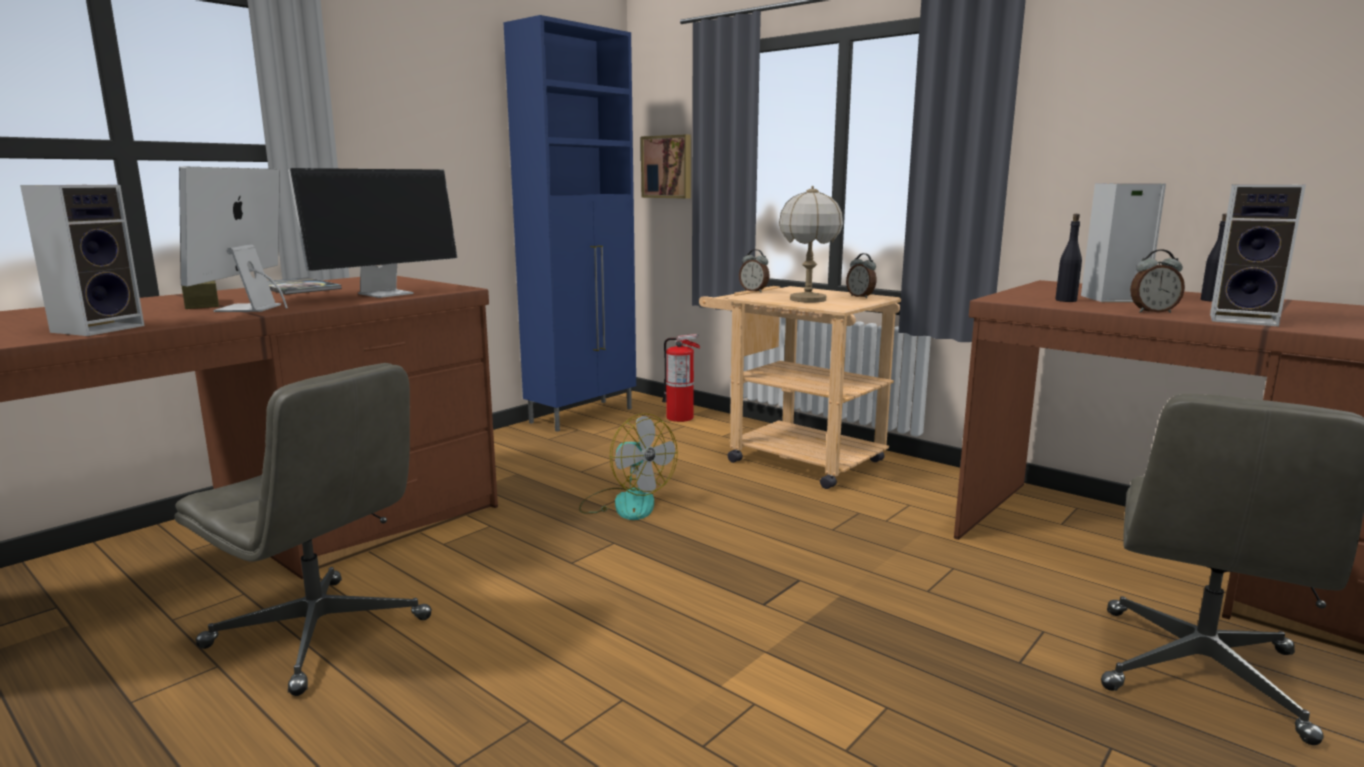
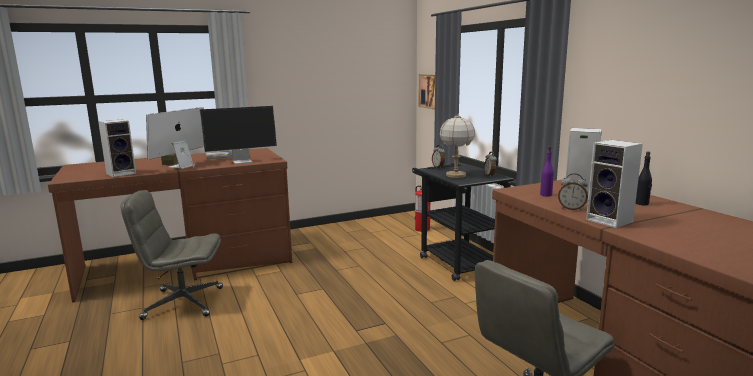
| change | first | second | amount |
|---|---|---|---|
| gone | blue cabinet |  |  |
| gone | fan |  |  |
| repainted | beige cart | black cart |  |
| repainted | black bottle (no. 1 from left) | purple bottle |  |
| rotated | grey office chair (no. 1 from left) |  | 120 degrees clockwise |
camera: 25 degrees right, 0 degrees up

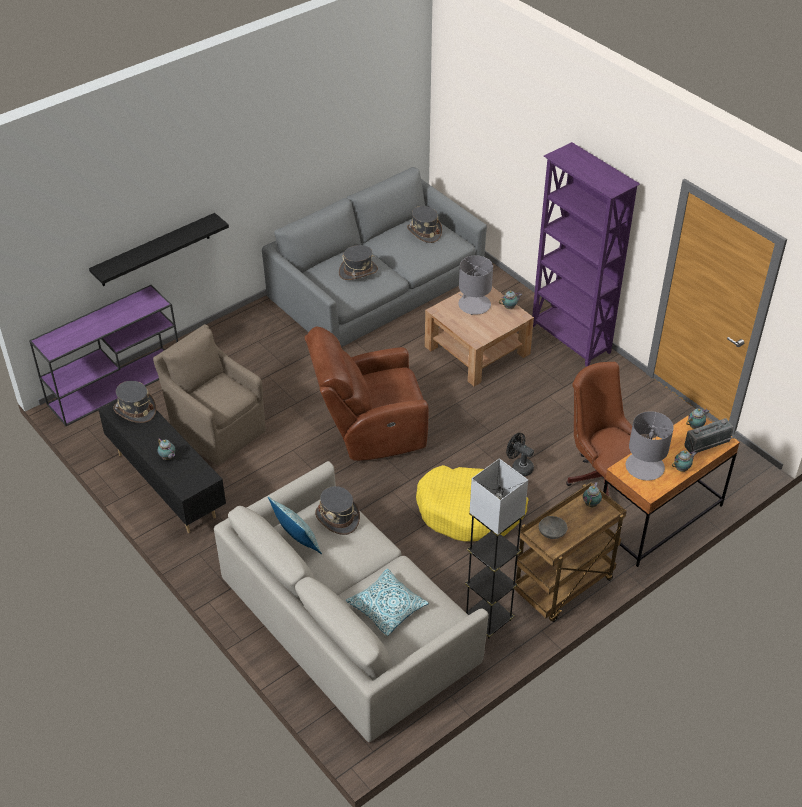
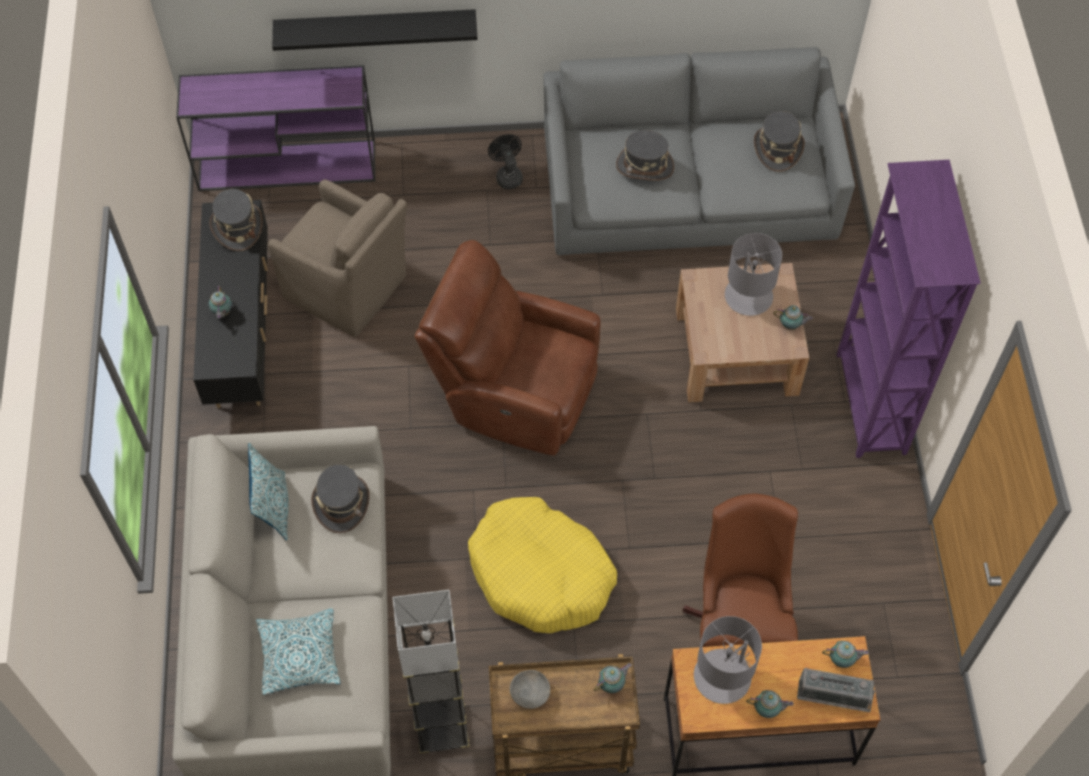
| change | first | second | amount |
|---|---|---|---|
| shifted | black fan |  |  |
| rotated | brown armchair (no. 1 from left) |  | 135 degrees clockwise |
camera: 35 degrees right, 15 degrees up

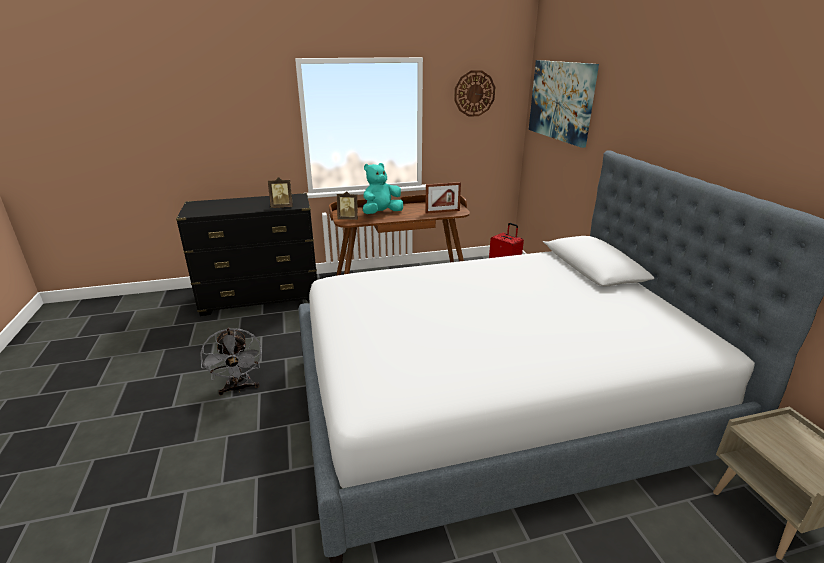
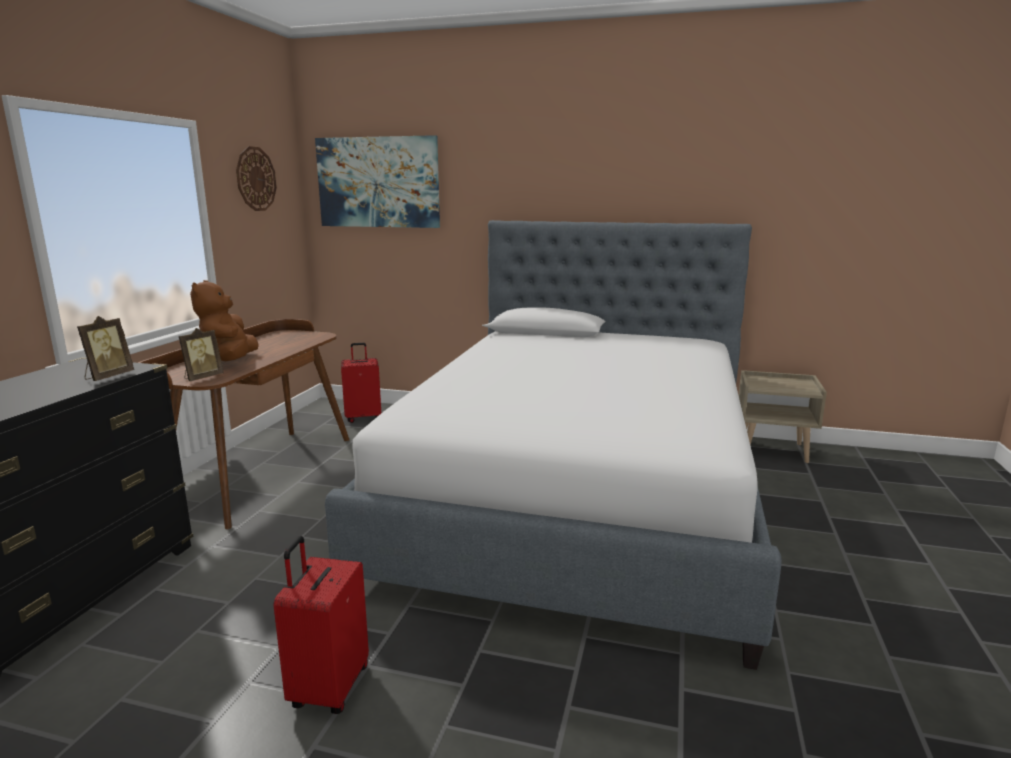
| change | first | second | amount |
|---|---|---|---|
| gone | picture frame (no. 3 from left) |  |  |
| swapped | grey fan | red suitcase (no. 1 from left) |  |
| repainted | turquoise plush toy | brown plush toy |  |
camera: 60 degrees left, 10 degrees down

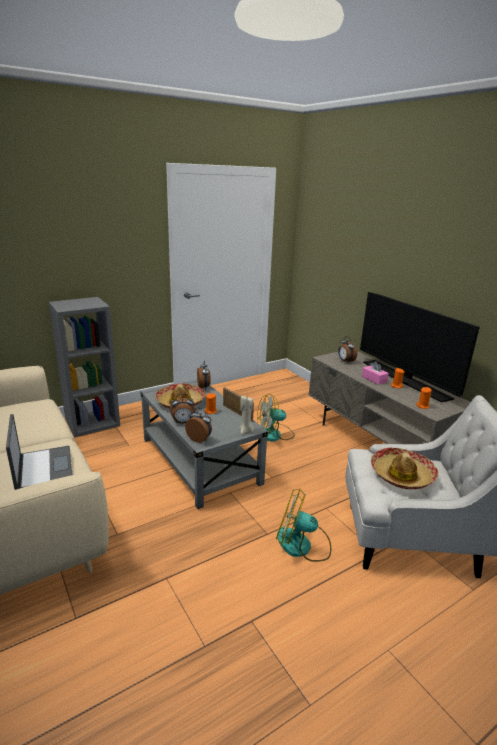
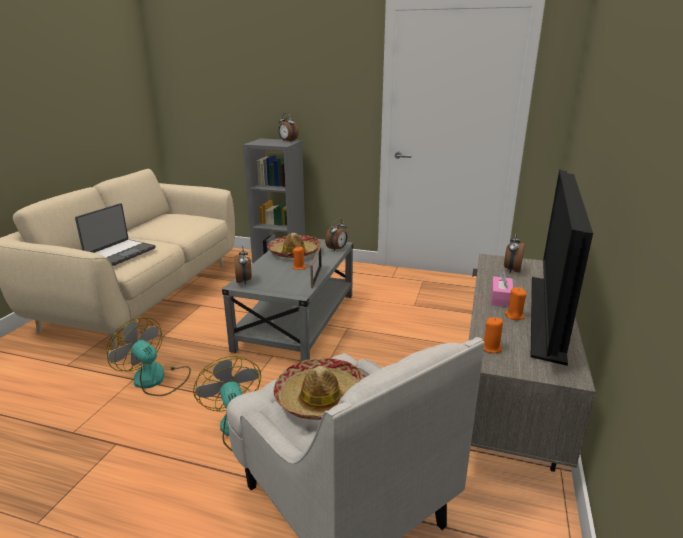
| change | first | second | amount |
|---|---|---|---|
| gone | beige candle |  |  |
| shifted | alarm clock (no. 1 from left in the first image) | alarm clock (no. 2 from left) |  |
| shifted | fan (no. 1 from left) |  |  |
camera: 50 degrees right, 0 degrees up

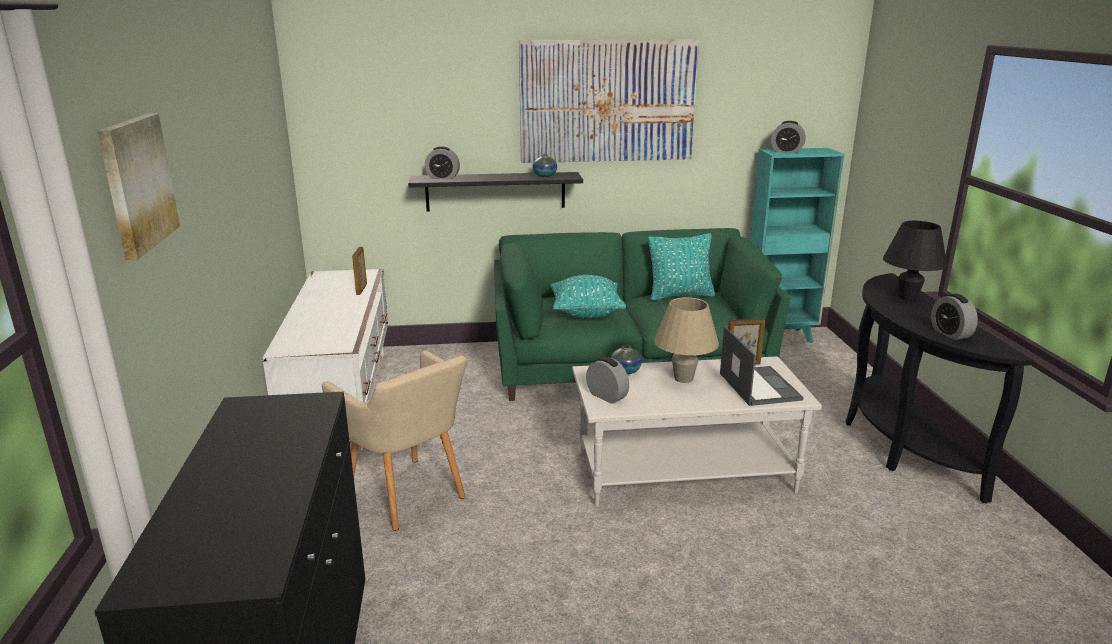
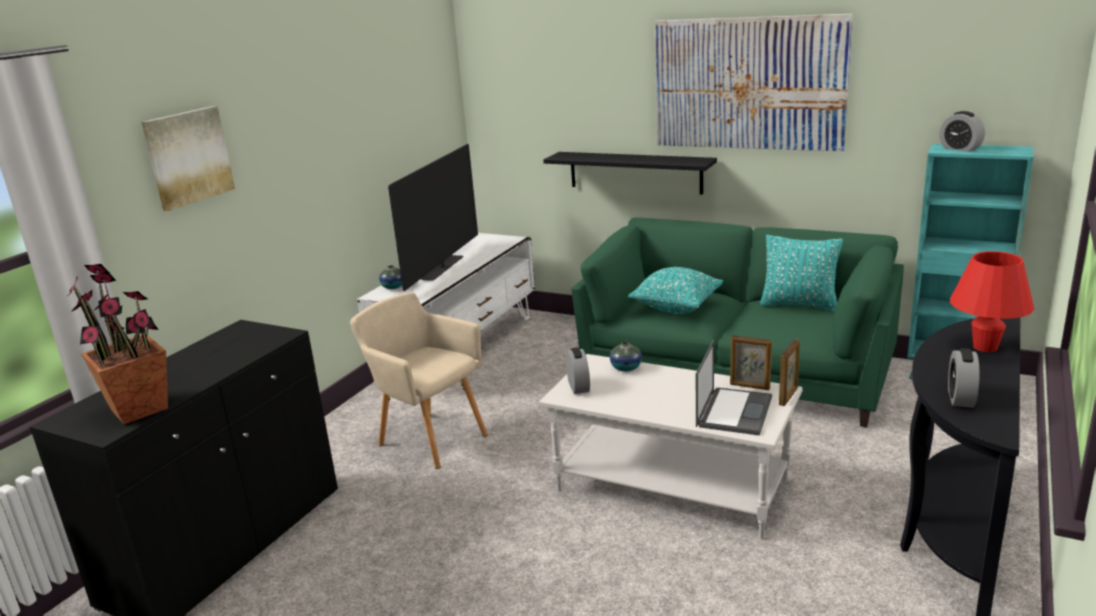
| change | first | second | amount |
|---|---|---|---|
| gone | alarm clock (no. 1 from left) |  |  |
| gone | beige table lamp |  |  |
| new |  | potted plant |  |
| new |  | television |  |
| shifted | picture frame (no. 1 from left in the first image) | picture frame (no. 2 from left) |  |
| shifted | vase (no. 1 from left) |  |  |
| repainted | black table lamp | red table lamp |  |
| rotated | beige armchair |  | 135 degrees clockwise |
camera: 35 degrees right, 0 degrees up

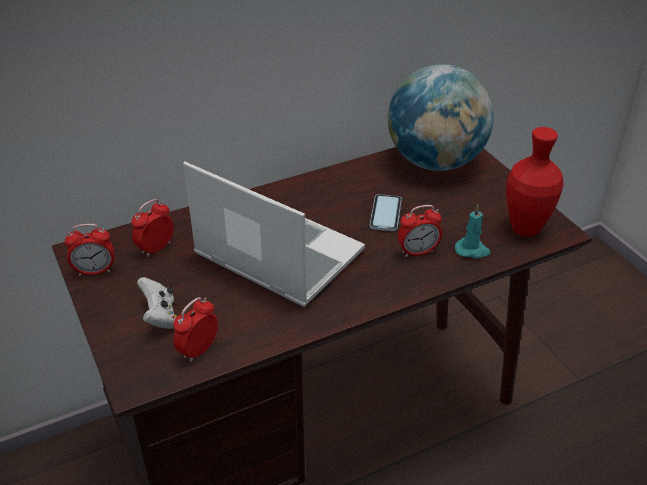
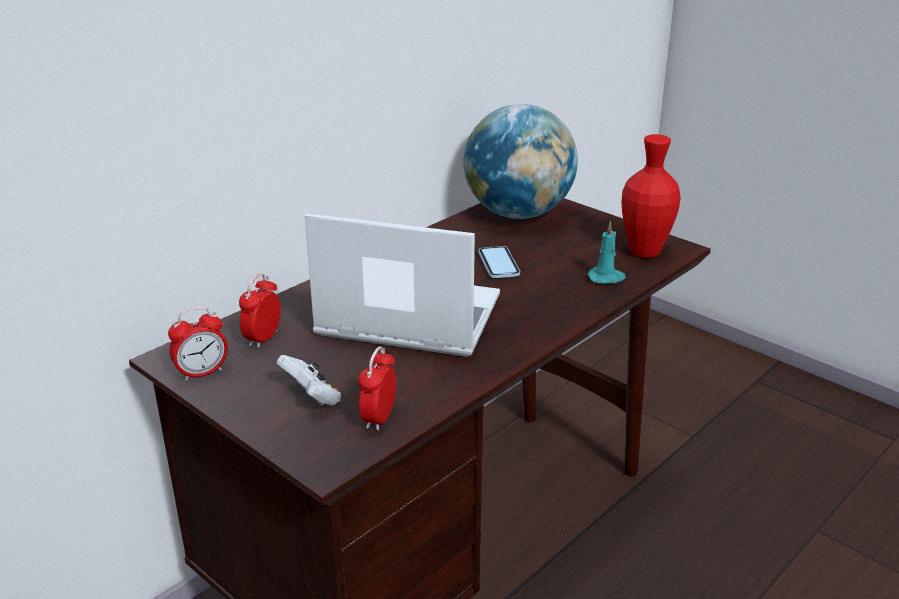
| change | first | second | amount |
|---|---|---|---|
| gone | alarm clock (no. 4 from left) |  |  |
camera: 20 degrees left, 10 degrees down

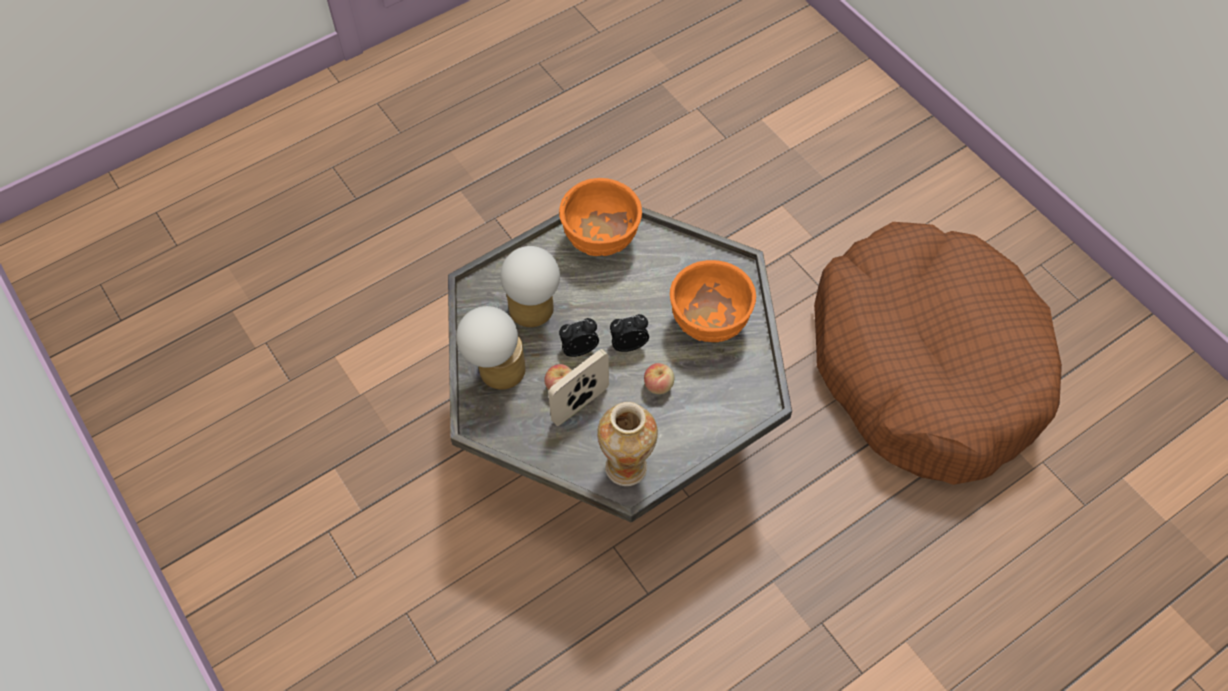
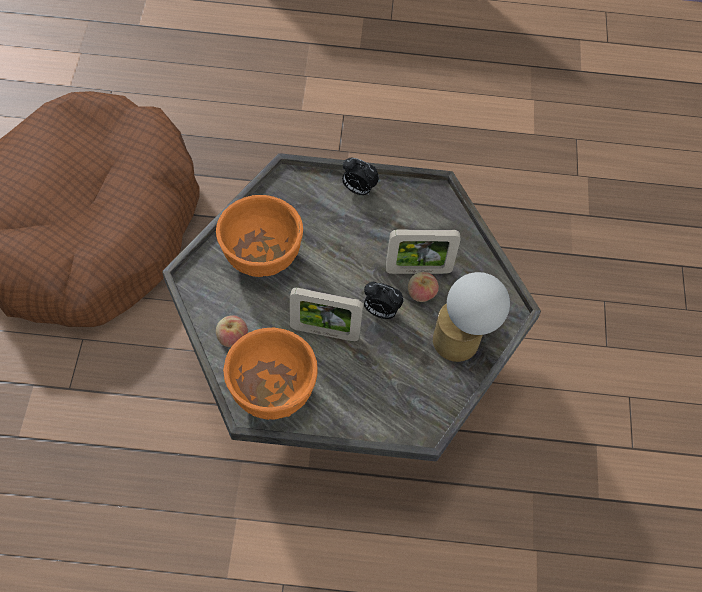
| change | first | second | amount |
|---|---|---|---|
| gone | table lamp (no. 2 from left) |  |  |
| gone | vase |  |  |
| new |  | picture frame (no. 1 from left) |  |
| shifted | alarm clock (no. 2 from left in the first image) | alarm clock (no. 1 from left) |  |
| shifted | apple (no. 2 from left in the first image) | apple (no. 1 from left) |  |
camera: 145 degrees left, 0 degrees up

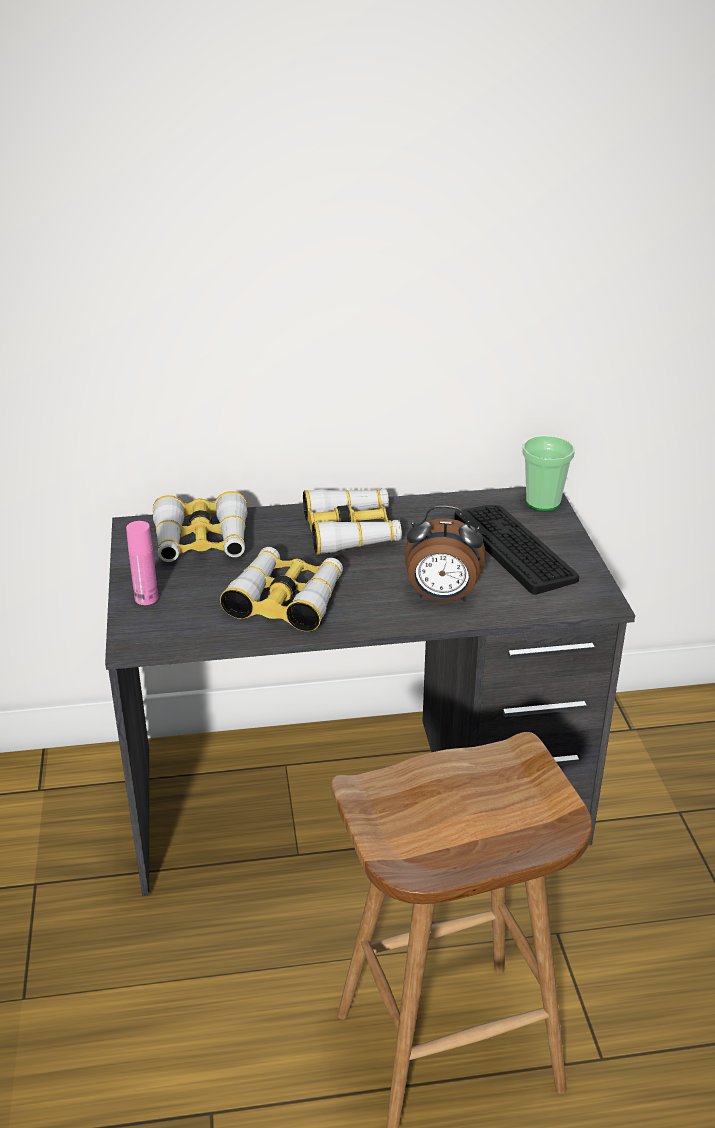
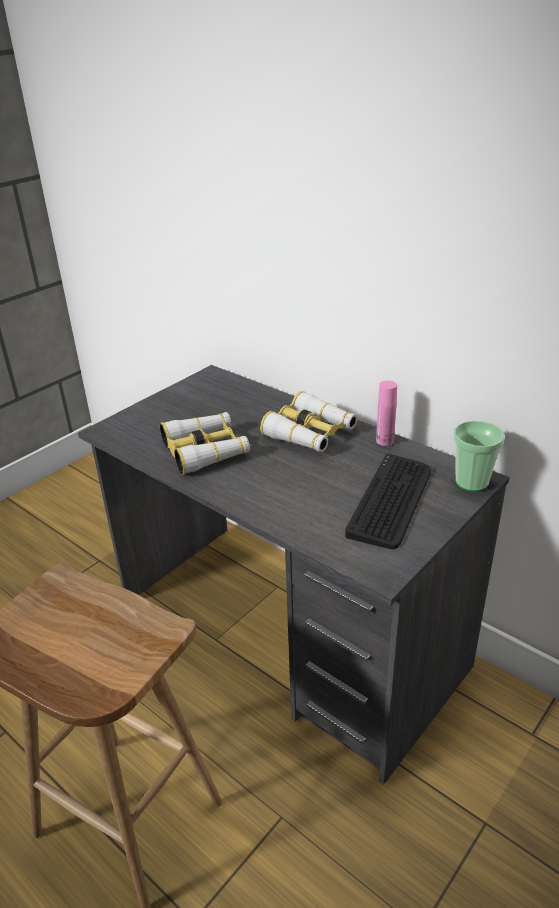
| change | first | second | amount |
|---|---|---|---|
| gone | binoculars (no. 1 from left) |  |  |
| gone | alarm clock |  |  |
| shifted | pink bottle |  |  |
camera: 50 degrees right, 0 degrees up

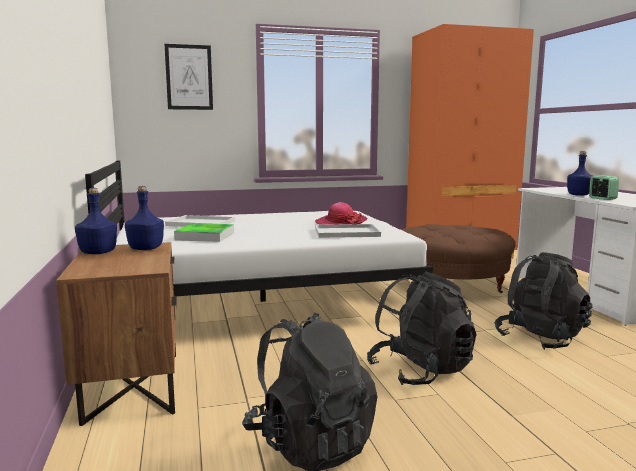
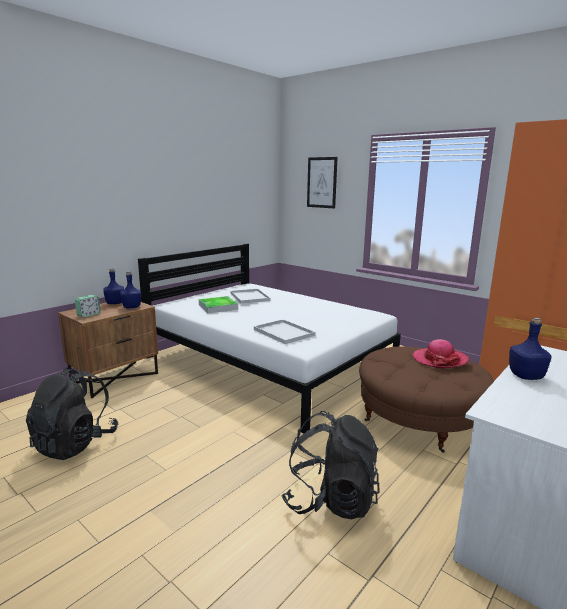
| change | first | second | amount |
|---|---|---|---|
| gone | black backpack (no. 2 from left) |  |  |
| shifted | hat |  |  |
| shifted | alarm clock |  |  |
camera: 55 degrees right, 5 degrees up

